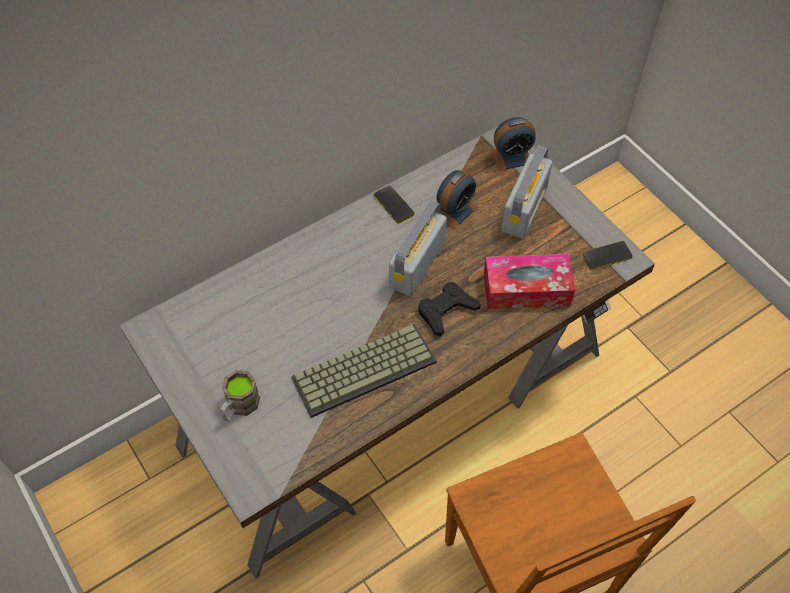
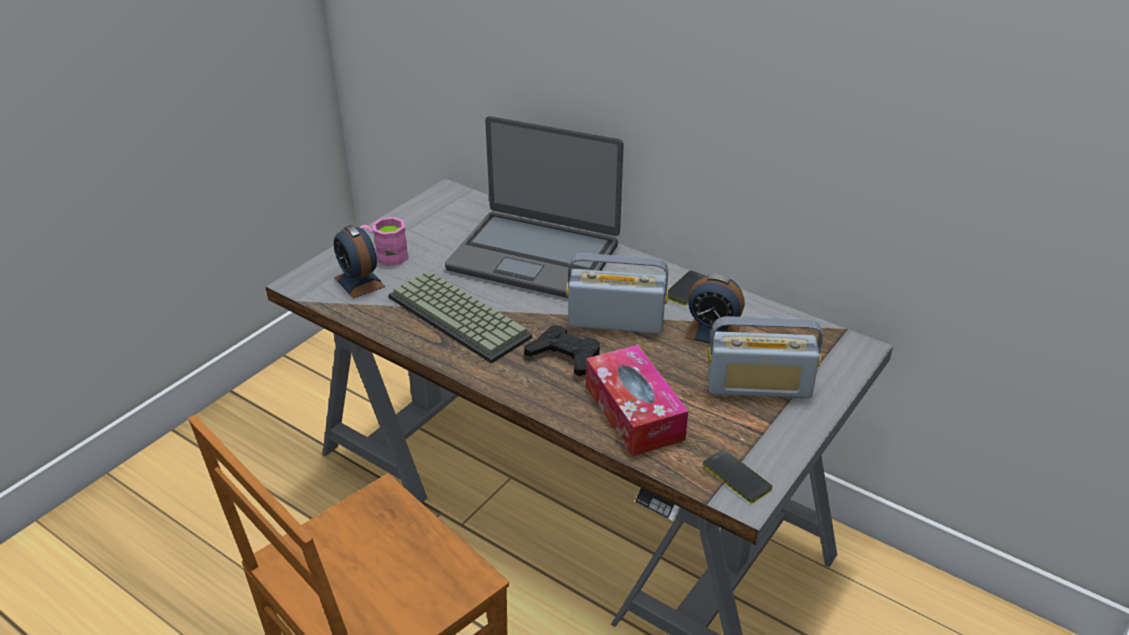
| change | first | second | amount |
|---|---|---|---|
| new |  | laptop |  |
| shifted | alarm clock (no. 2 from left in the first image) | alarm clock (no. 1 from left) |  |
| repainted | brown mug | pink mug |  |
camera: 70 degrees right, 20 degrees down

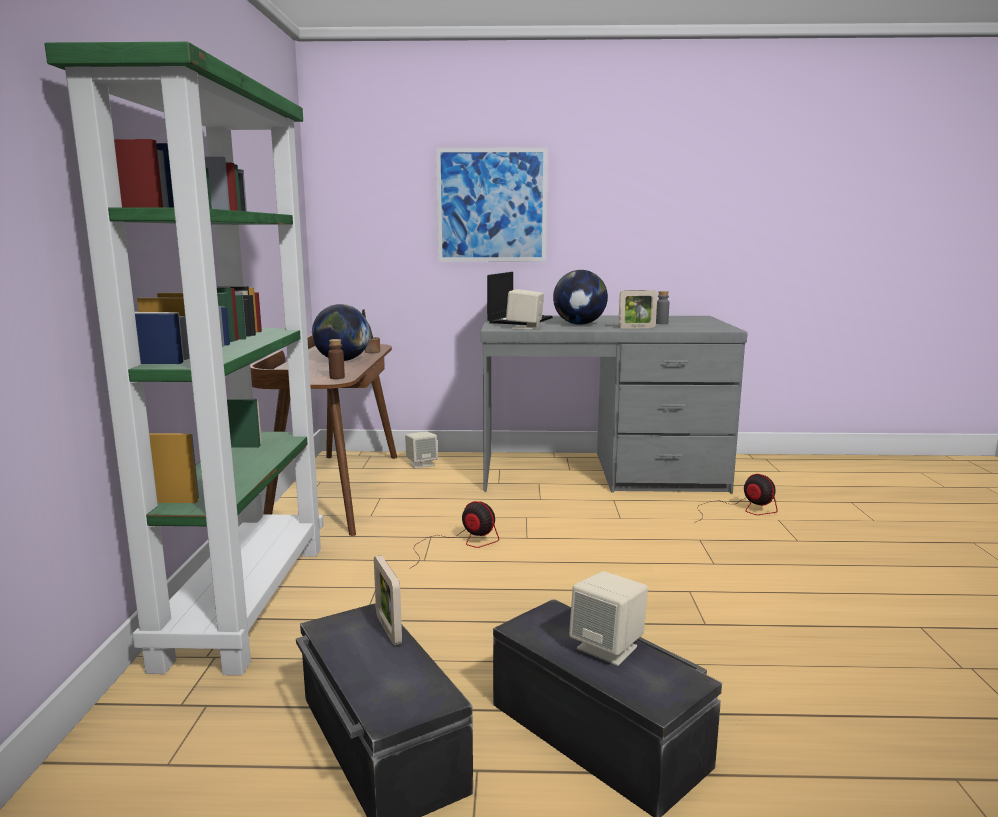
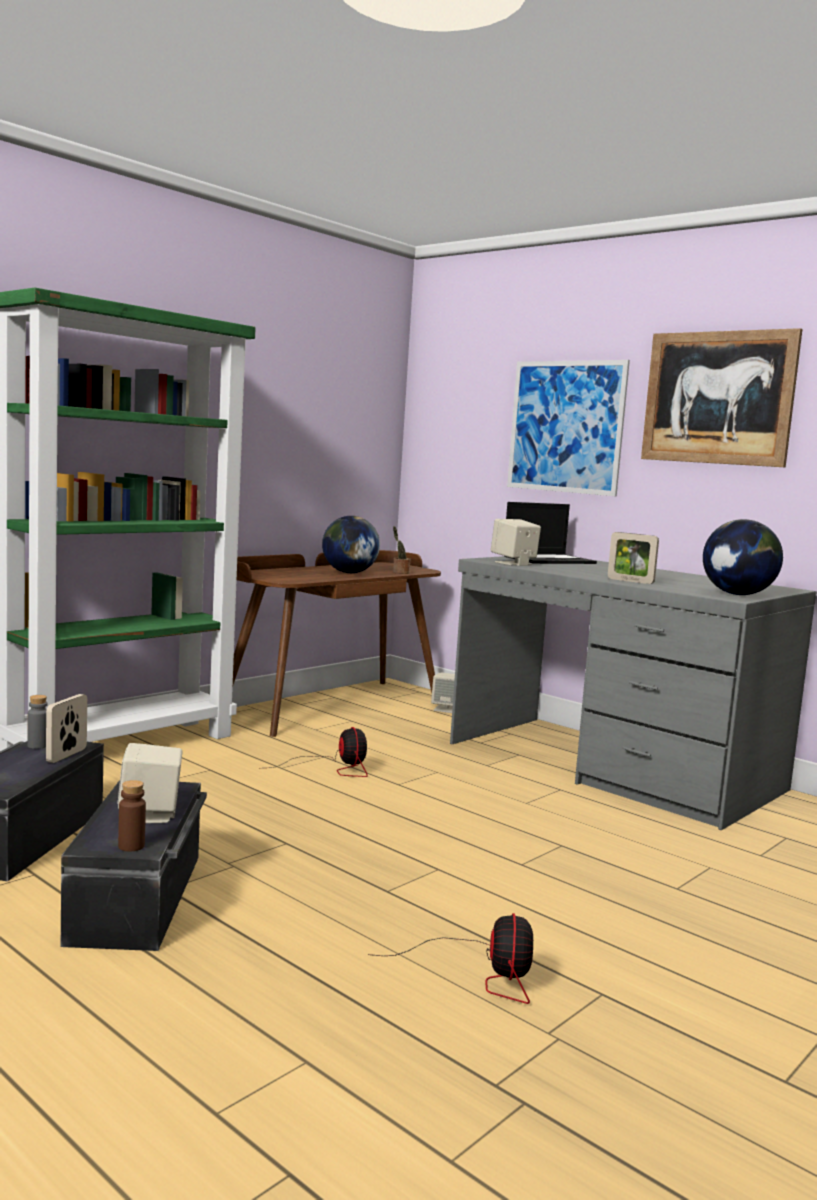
| change | first | second | amount |
|---|---|---|---|
| new |  | picture (no. 2 from left) |  |
| shifted | brown bottle |  |  |
| shifted | globe (no. 2 from left) |  |  |
| shifted | grey bottle |  |  |
| shifted | fan (no. 2 from left) |  |  |
camera: 40 degrees right, 5 degrees down

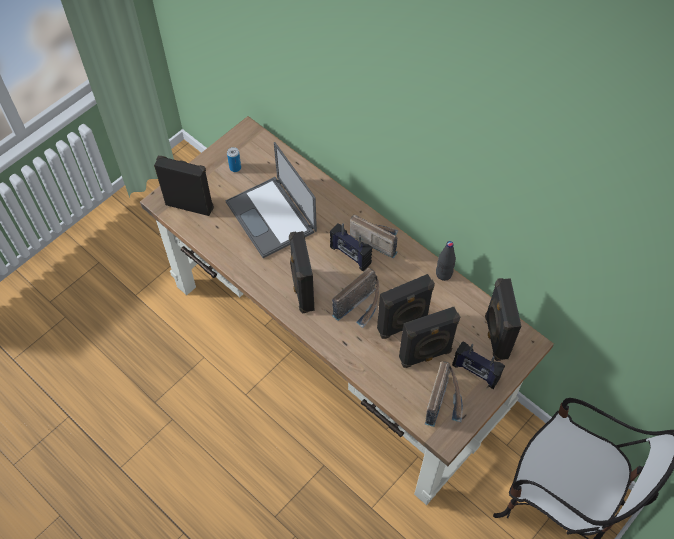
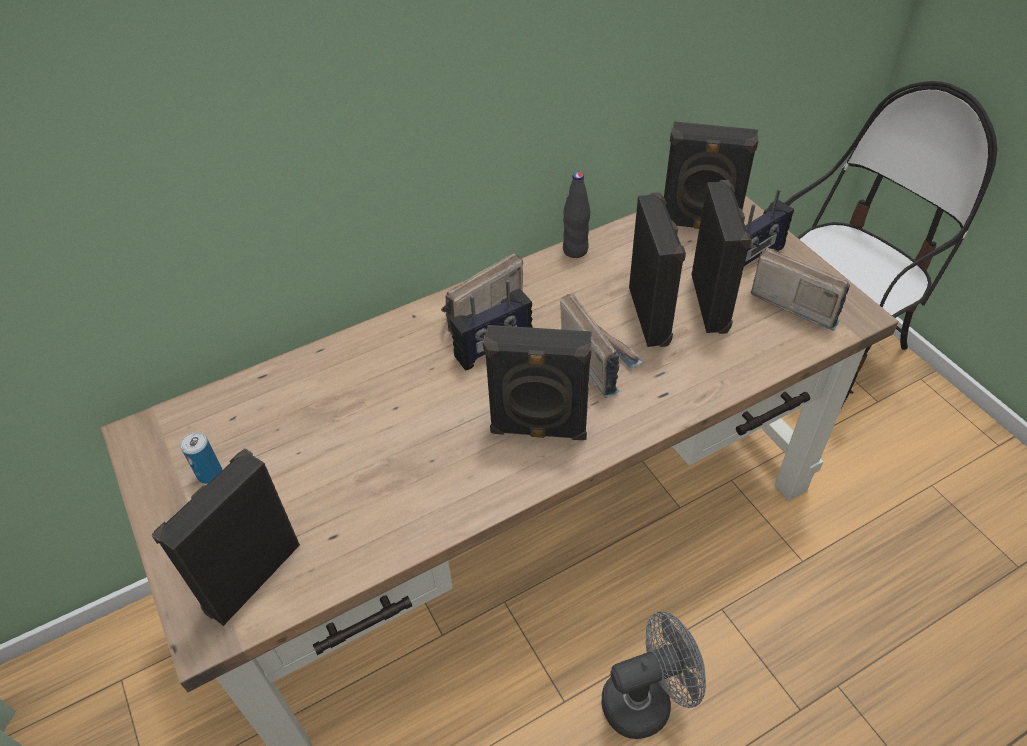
| change | first | second | amount |
|---|---|---|---|
| gone | laptop |  |  |
| new |  | grey fan |  |
camera: 70 degrees left, 10 degrees down

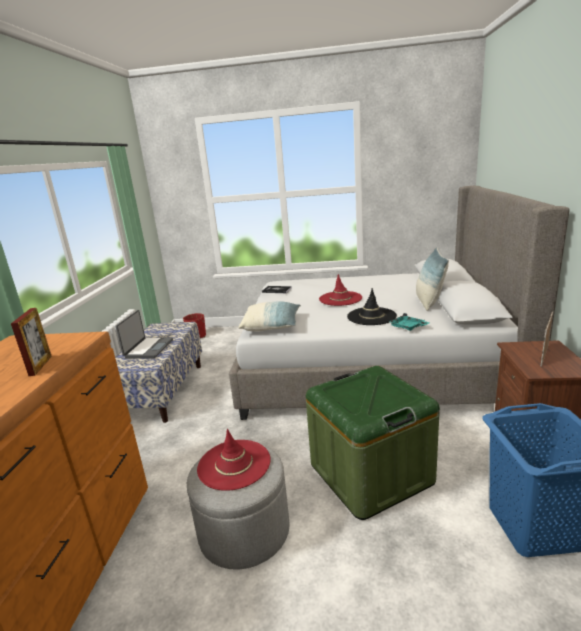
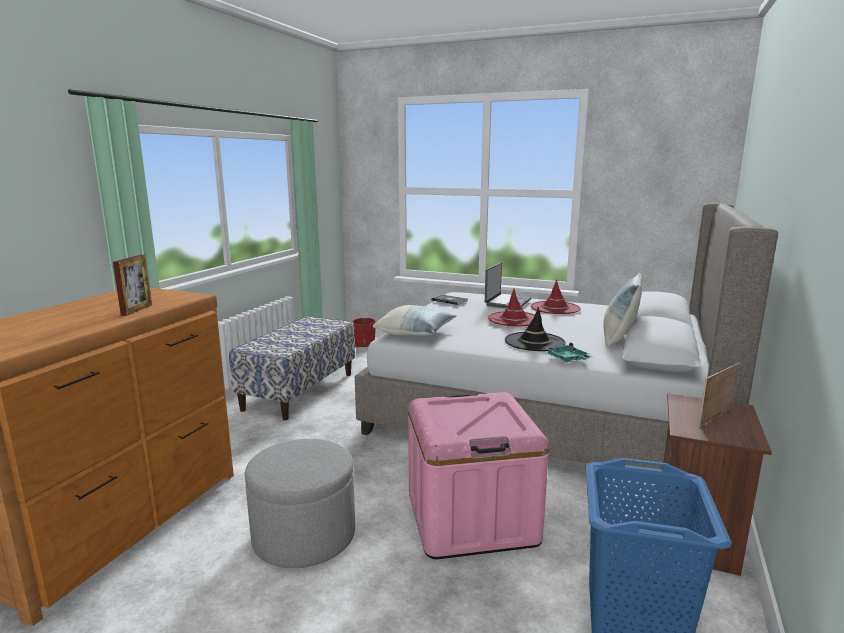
| change | first | second | amount |
|---|---|---|---|
| shifted | laptop |  |  |
| shifted | red hat (no. 1 from left in the first image) | red hat (no. 2 from left) |  |
| repainted | green storage box | pink storage box |  |
camera: 15 degrees right, 5 degrees down

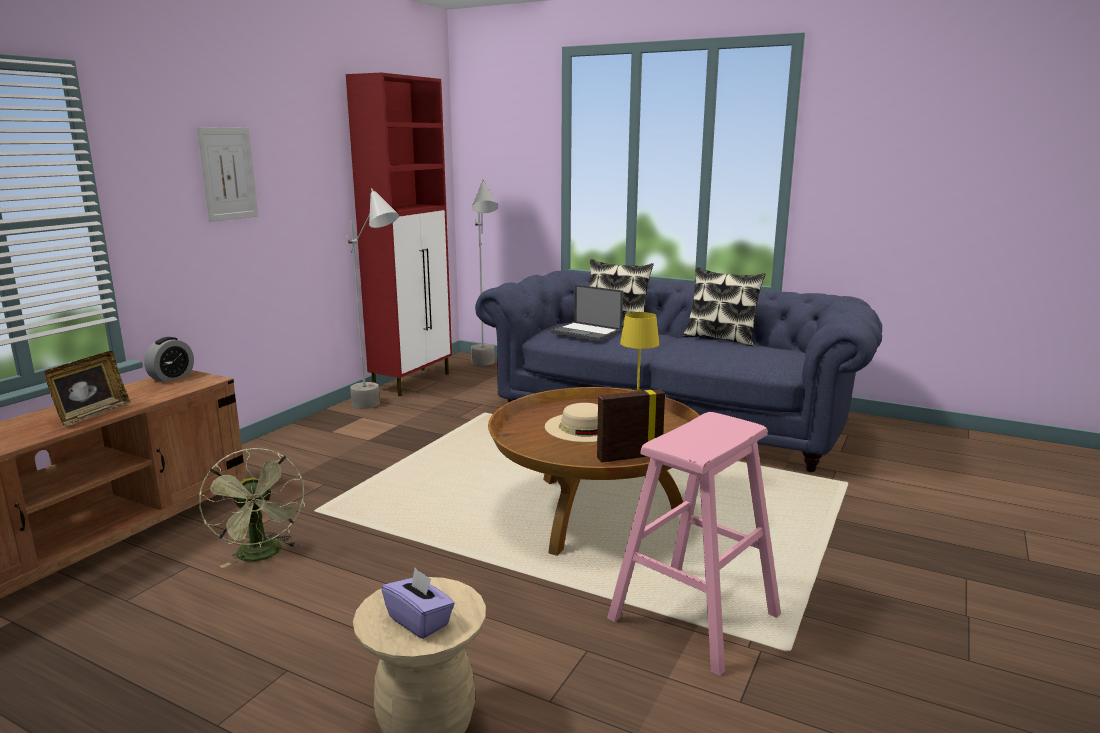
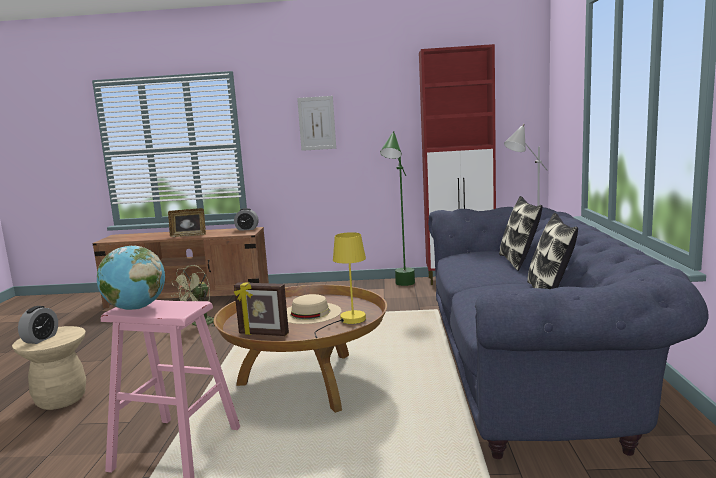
| change | first | second | amount |
|---|---|---|---|
| gone | laptop |  |  |
| new |  | globe |  |
| swapped | purple tissue box | alarm clock (no. 1 from left) |  |
| repainted | grey floor lamp (no. 1 from left) | green floor lamp |  |
| rotated | picture frame (no. 2 from left) |  | 150 degrees clockwise |
camera: 65 degrees right, 5 degrees down

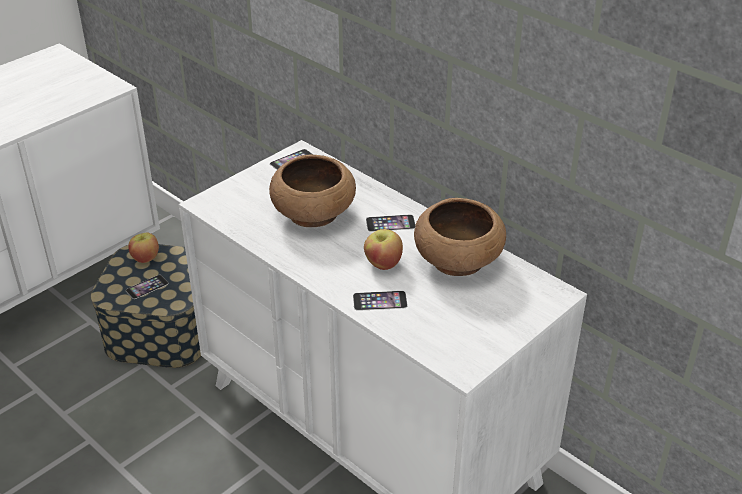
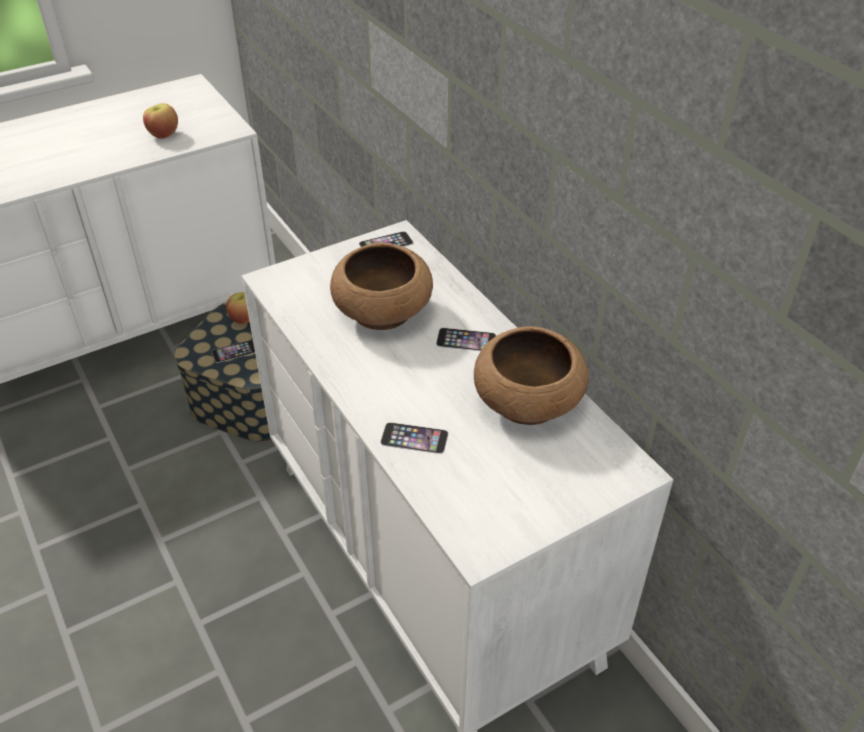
| change | first | second | amount |
|---|---|---|---|
| shifted | apple (no. 2 from left in the first image) | apple (no. 1 from left) |  |
camera: 15 degrees right, 5 degrees up

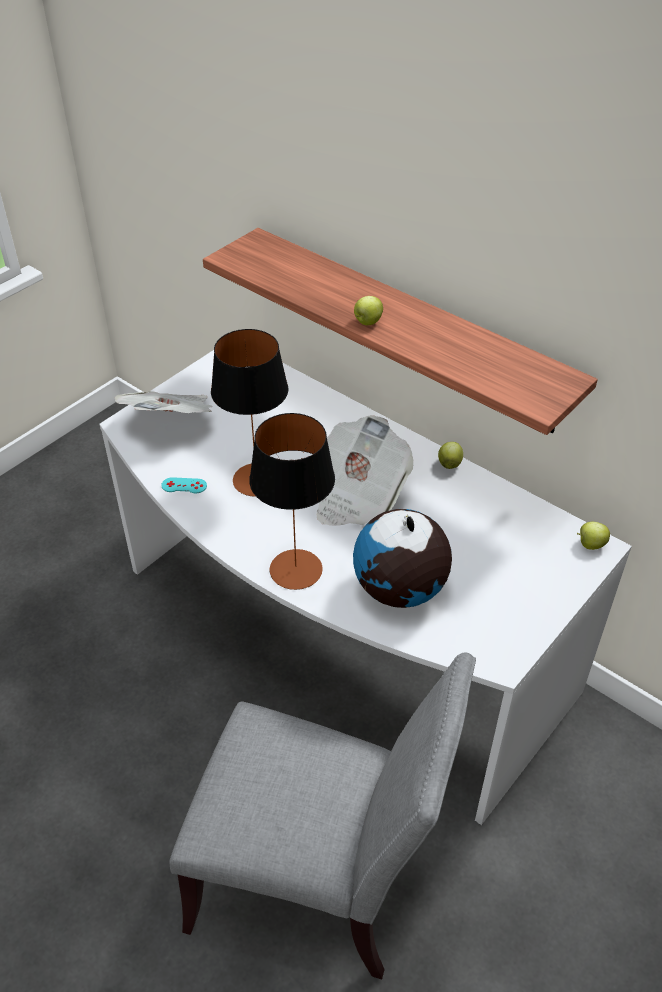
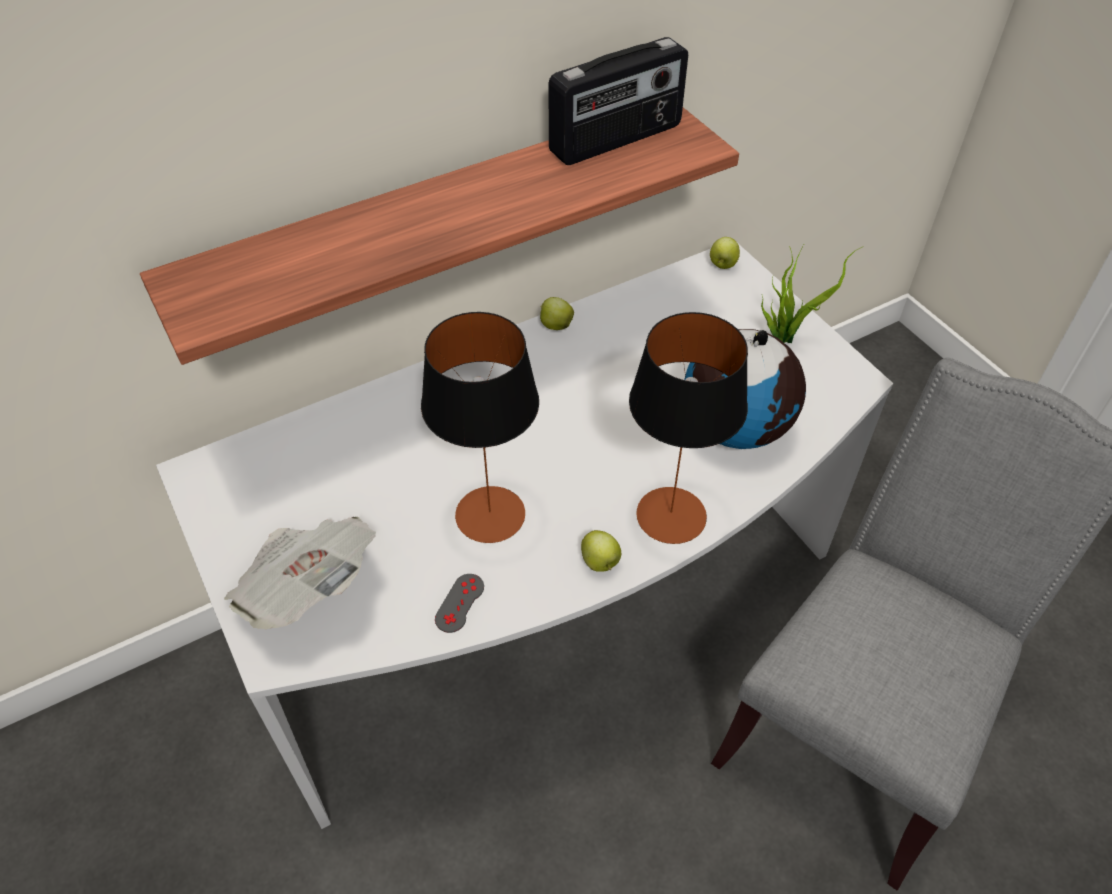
| change | first | second | amount |
|---|---|---|---|
| gone | newspaper (no. 2 from left) |  |  |
| new |  | radio |  |
| new |  | potted plant |  |
| shifted | apple (no. 1 from left in the first image) | apple (no. 2 from left) |  |
| repainted | turquoise game controller | grey game controller |  |
camera: 70 degrees left, 5 degrees up

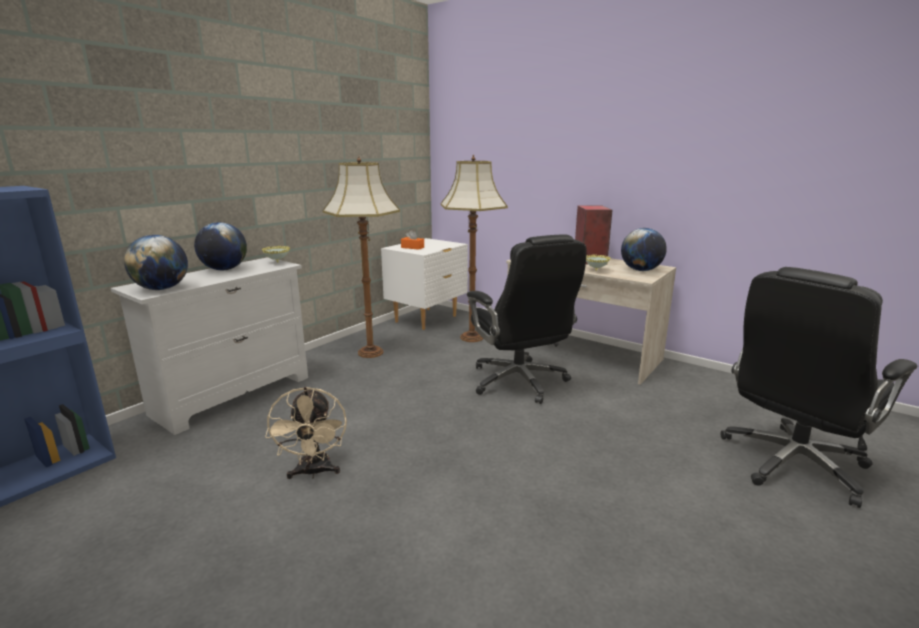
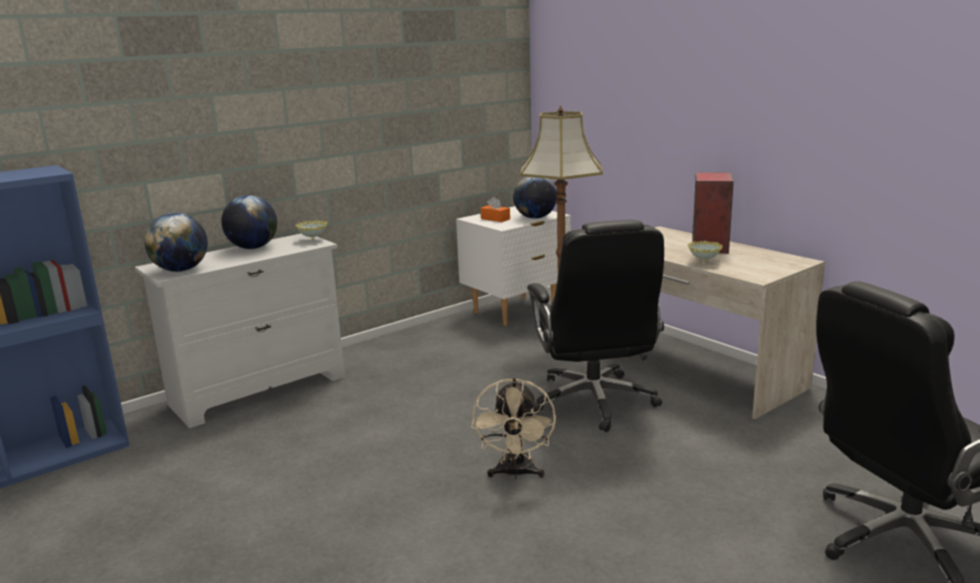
| change | first | second | amount |
|---|---|---|---|
| gone | floor lamp (no. 1 from left) |  |  |
| shifted | beige fan |  |  |
| shifted | globe (no. 3 from left) |  |  |
camera: 15 degrees right, 0 degrees up

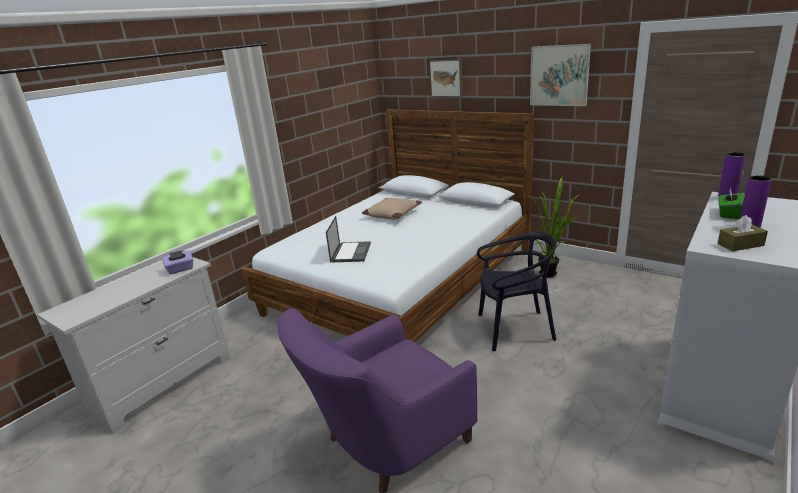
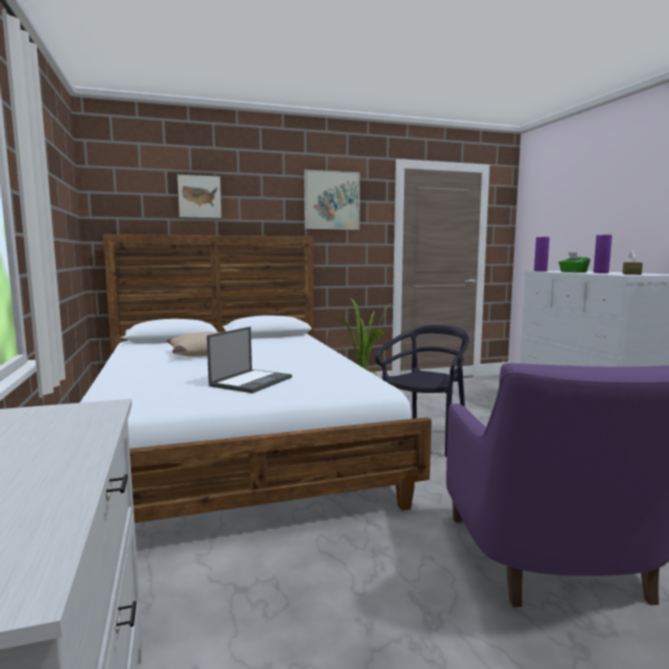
| change | first | second | amount |
|---|---|---|---|
| gone | purple tissue box |  |  |
| rotated | laptop |  | 75 degrees clockwise |
camera: 55 degrees left, 15 degrees down

